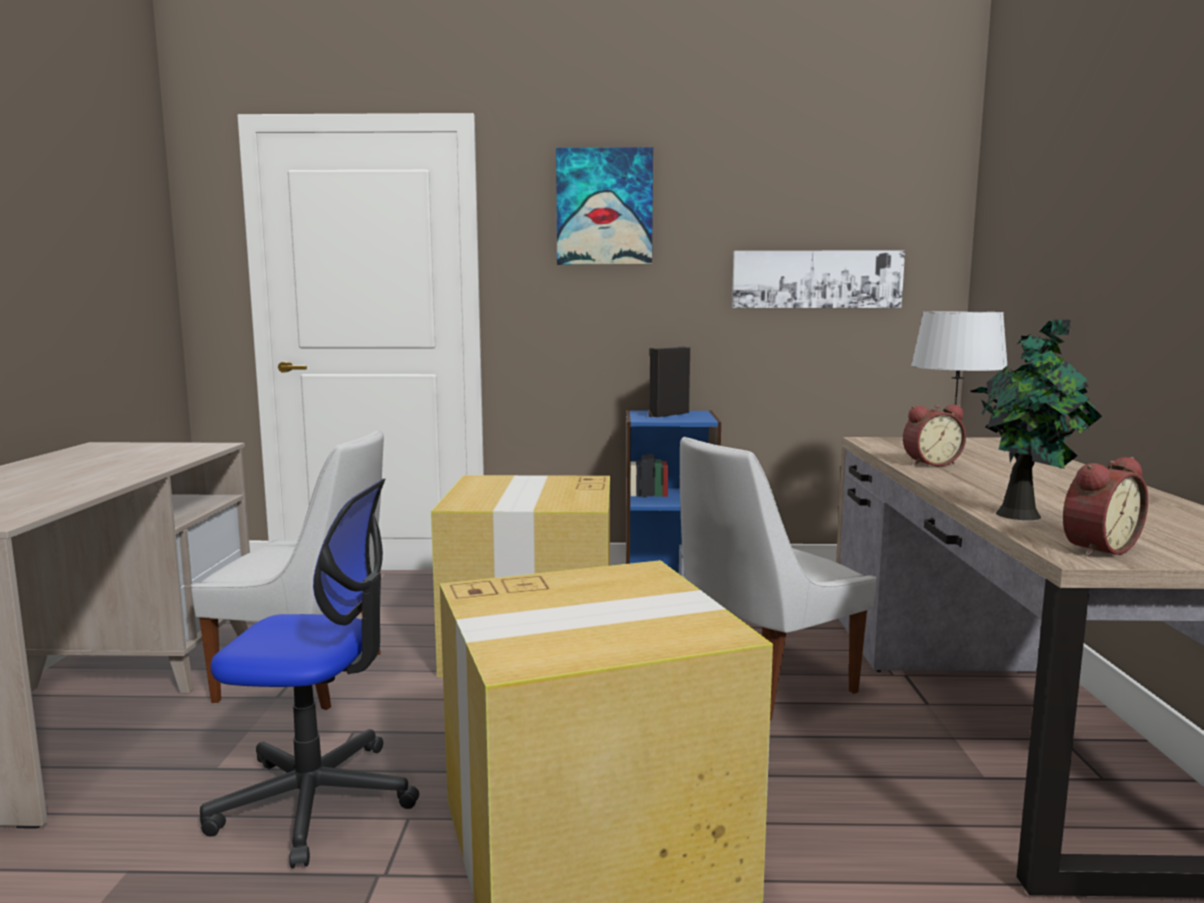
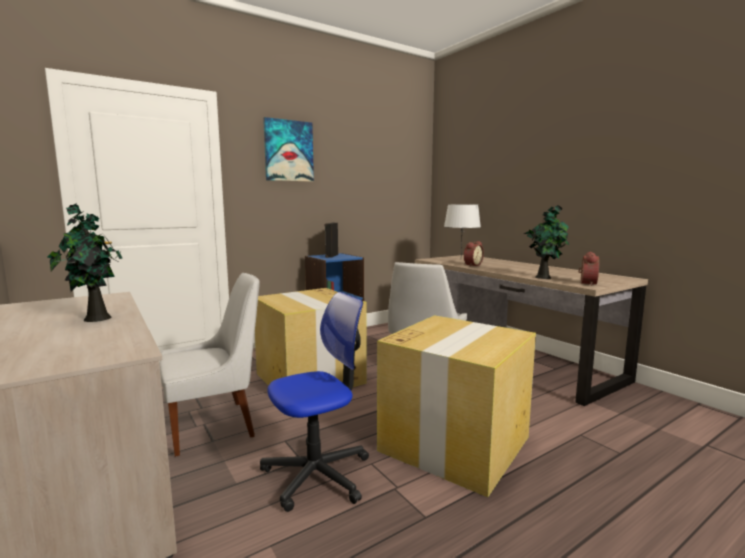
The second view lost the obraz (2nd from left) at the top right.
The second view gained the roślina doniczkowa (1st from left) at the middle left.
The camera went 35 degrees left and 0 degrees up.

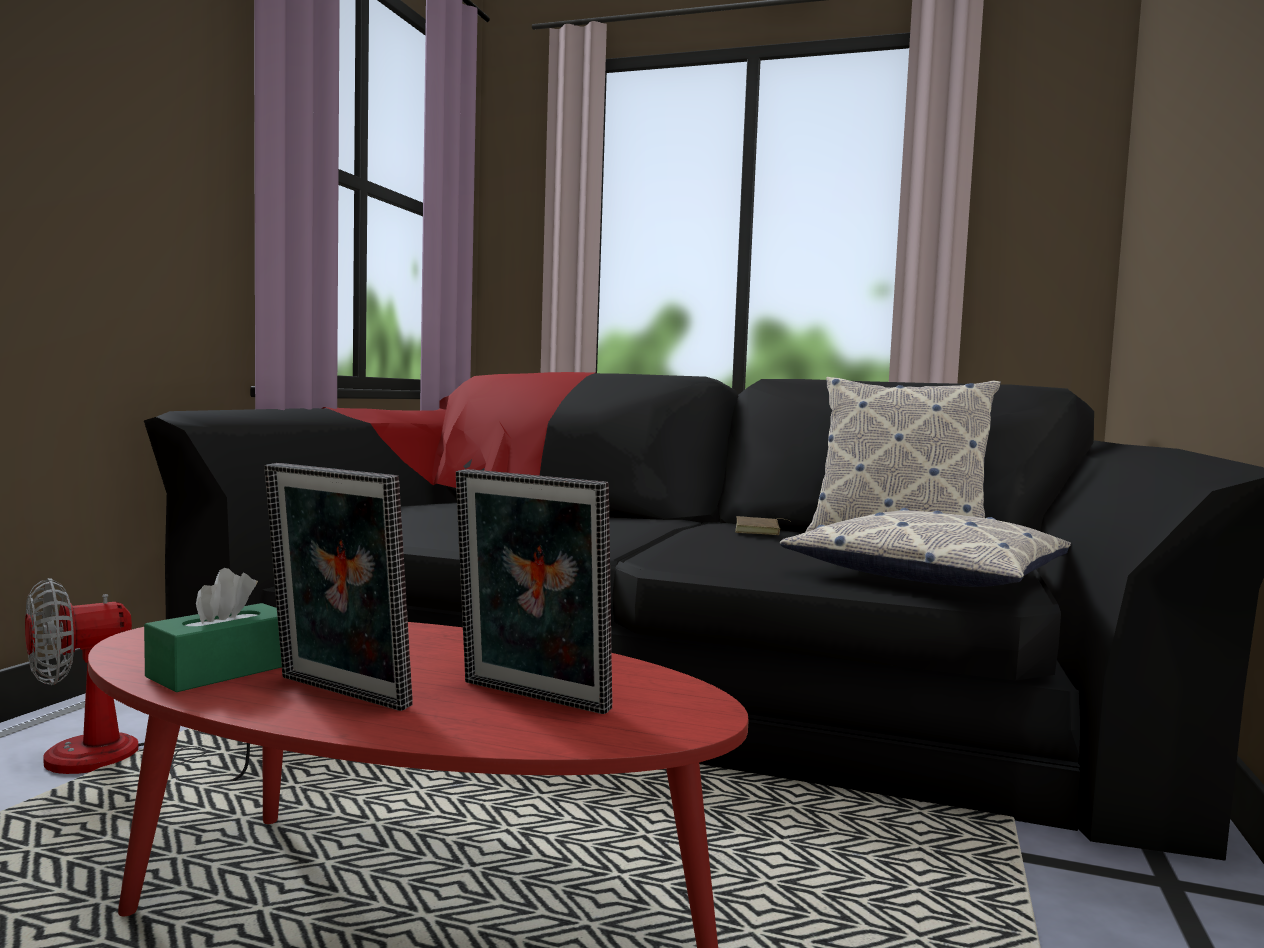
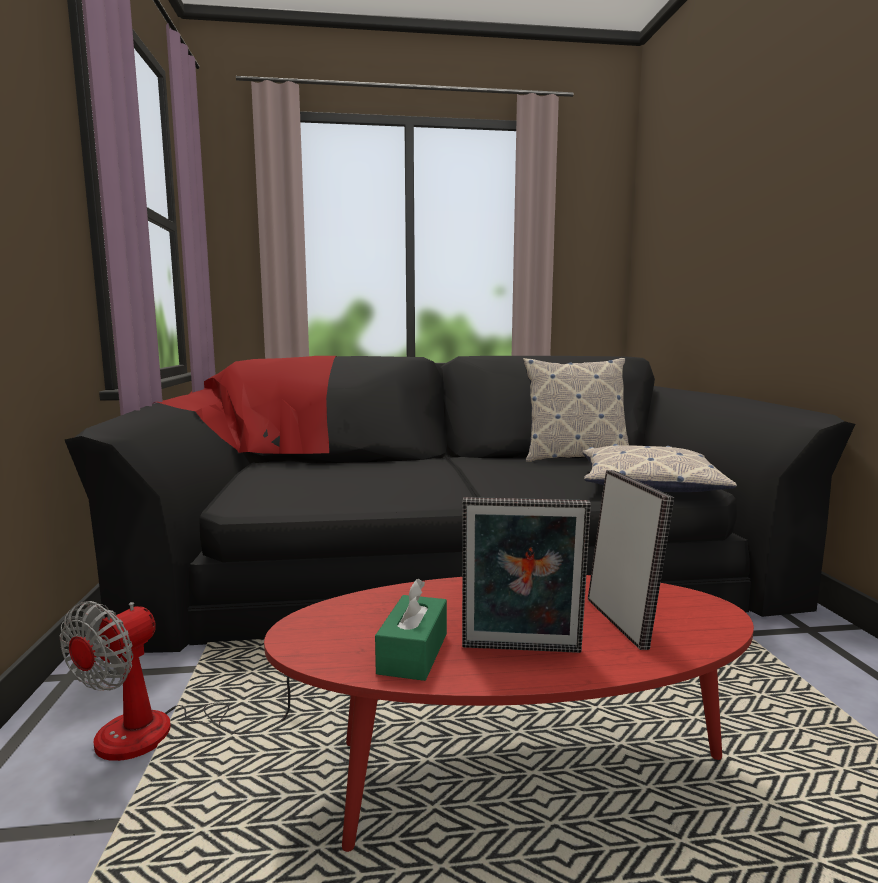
The ramka na zdjęcie (2nd from left) at the centre ended up facing another way, 105 degrees counterclockwise from before.
The second view lost the książka (brązowy) at the centre.
The camera went 25 degrees left and 5 degrees up.

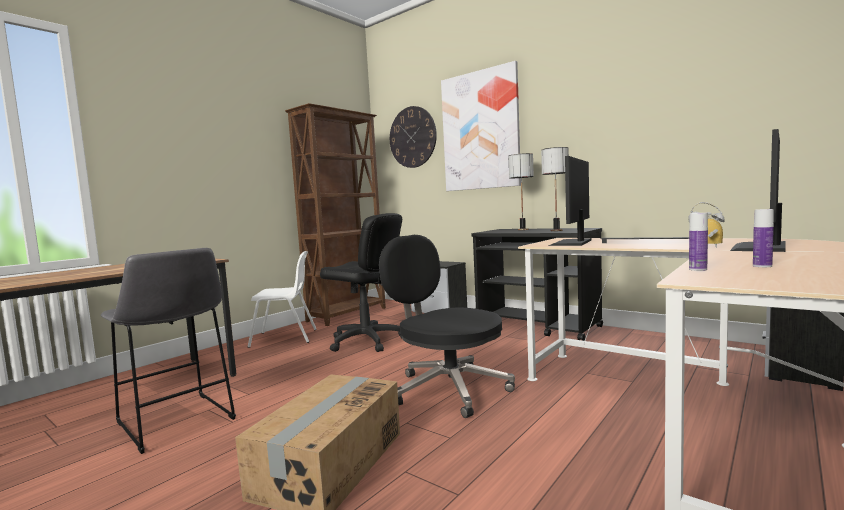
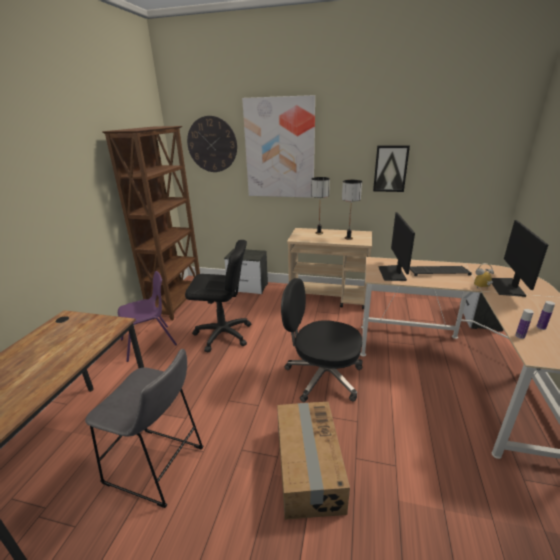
What was the wózek (czarny) at the centre turned into the wózek (beżowy) at the centre.
What was the krzesło (biały) at the centre turned into the krzesło (fioletowy) at the middle left.
The second view gained the obraz (2nd from left) at the top right.
The camera went 25 degrees left and 20 degrees up.

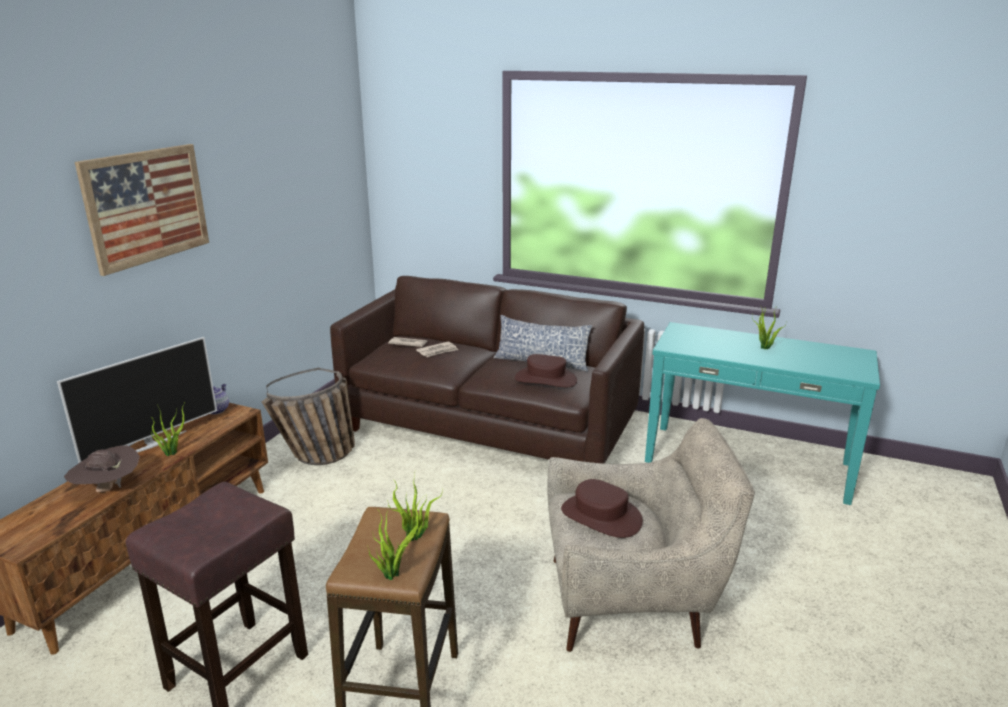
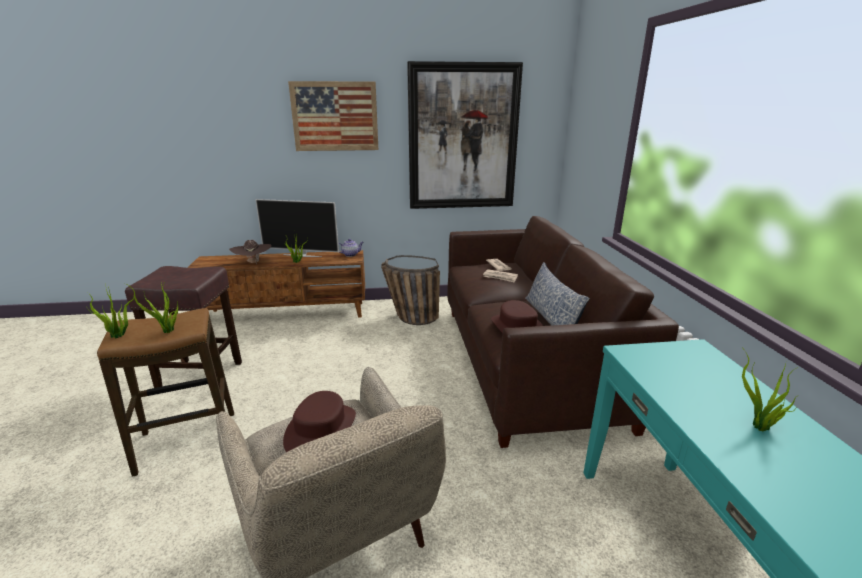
The second view gained the obraz (2nd from left) at the top centre.
The camera went 60 degrees right and 0 degrees up.

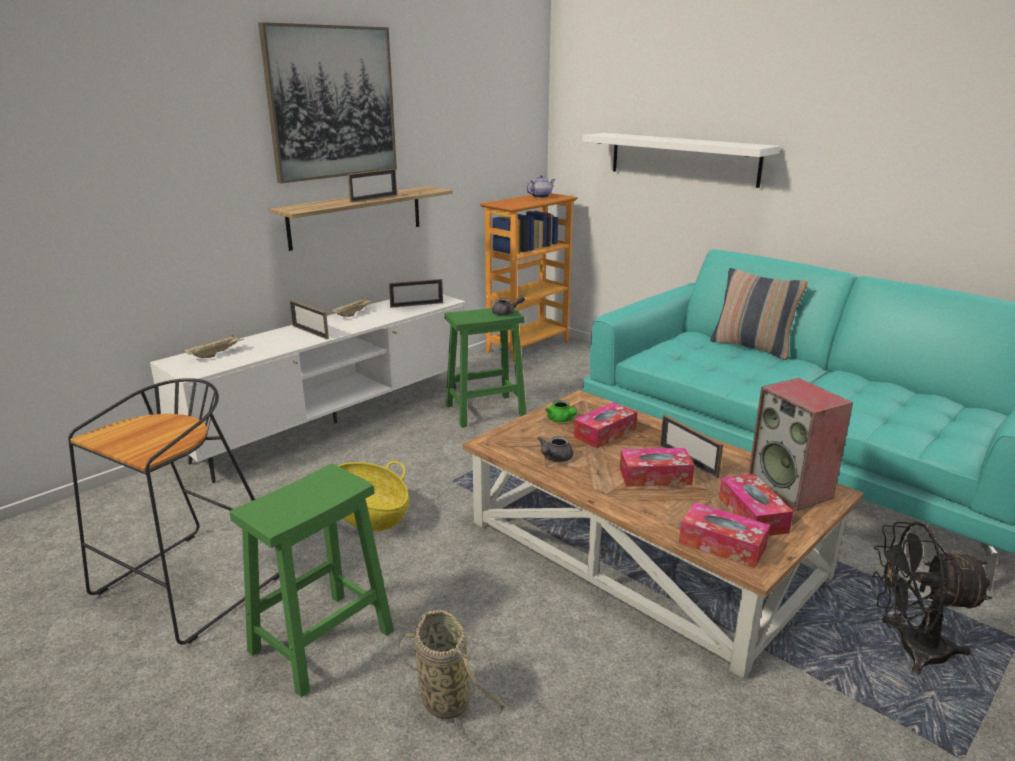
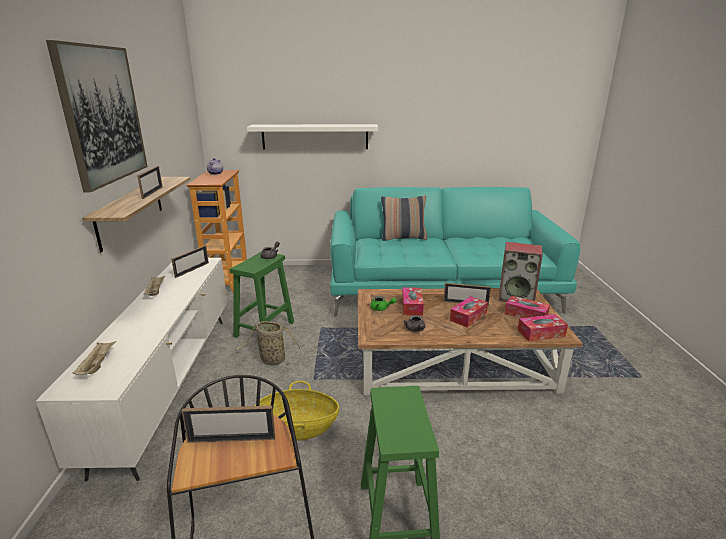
The ramka na zdjęcie (1st from left in the first image) ended up elsewhere, having gone from the middle left to the bottom left.
The second view lost the wentylator (czarny) at the bottom right.
The koszyk (2nd from left in the first image) ended up elsewhere, having gone from the bottom centre to the centre.
The camera went 45 degrees left and 0 degrees up.

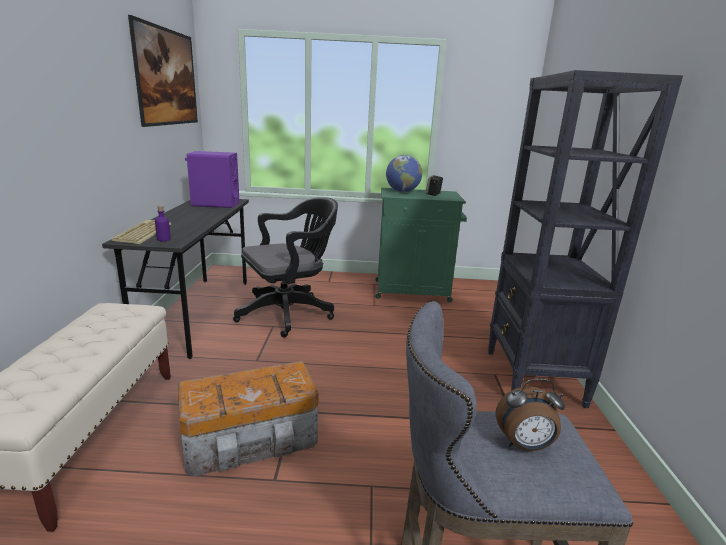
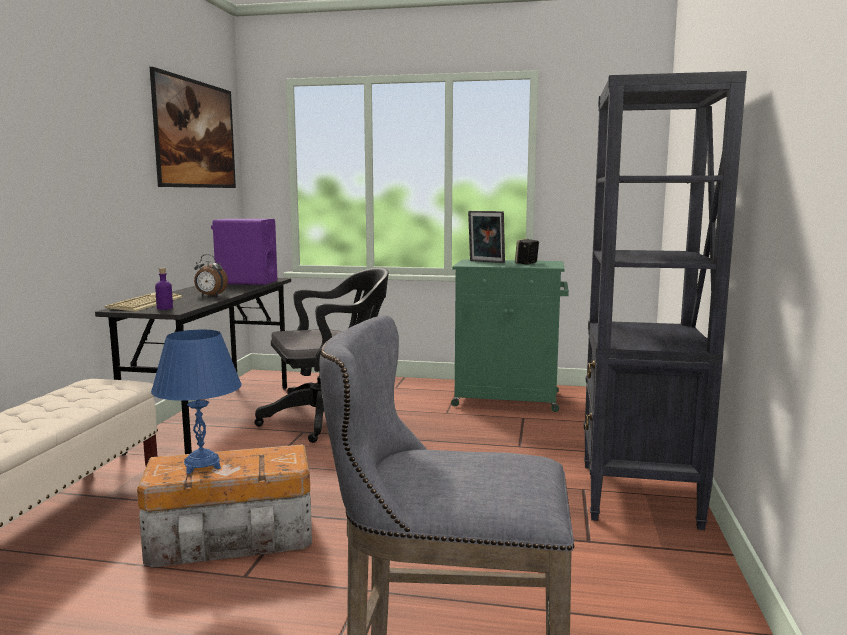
Where the globus stood at the top centre, the ramka na zdjęcie came to stand at the centre.
The budzik ended up elsewhere, having gone from the bottom right to the middle left.
The second view gained the lampa stołowa (niebieski) at the middle left.
The camera went 10 degrees right and 10 degrees down.

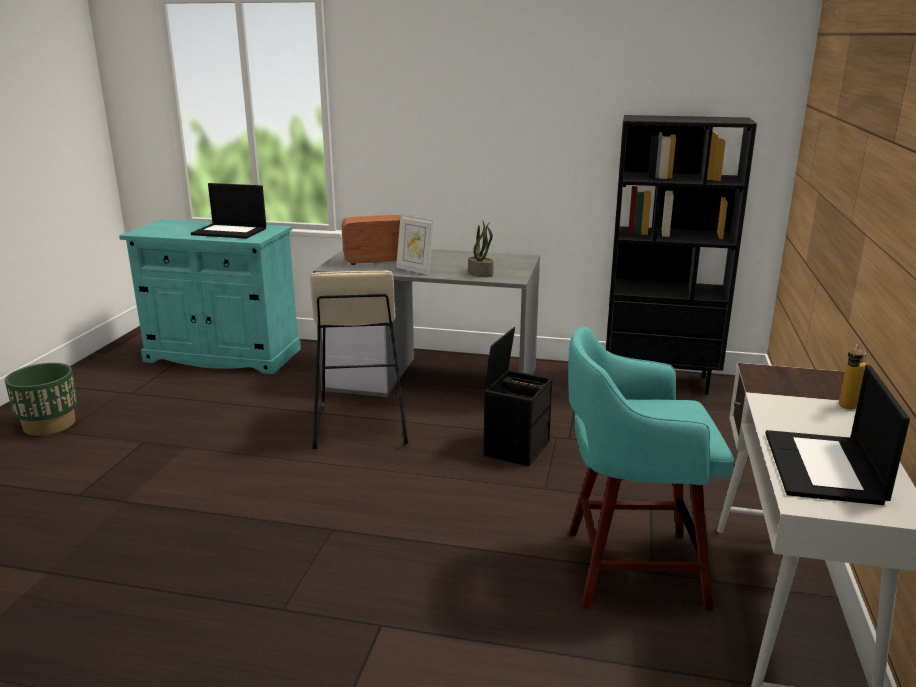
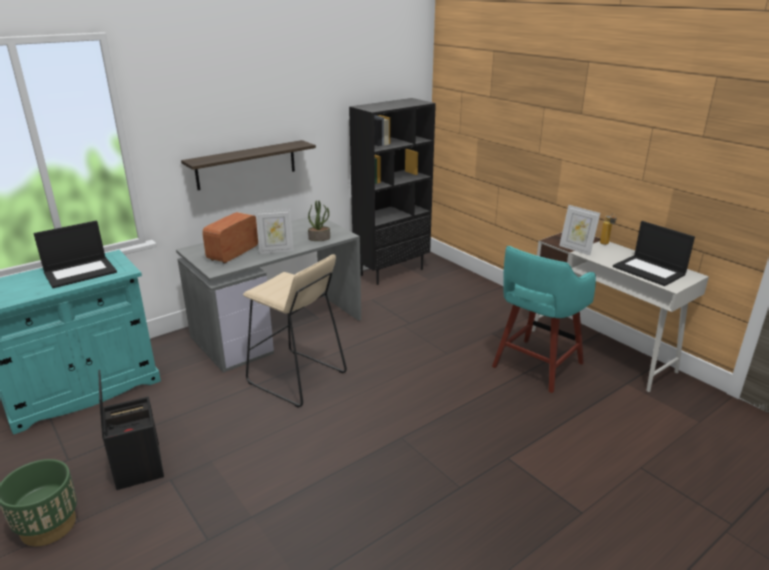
The pojemnik do przechowywania (czarny) ended up elsewhere, having gone from the centre to the bottom left.
The second view gained the półka at the top left.
The second view gained the ramka na zdjęcie (2nd from left) at the middle right.
The camera went 50 degrees left and 5 degrees up.

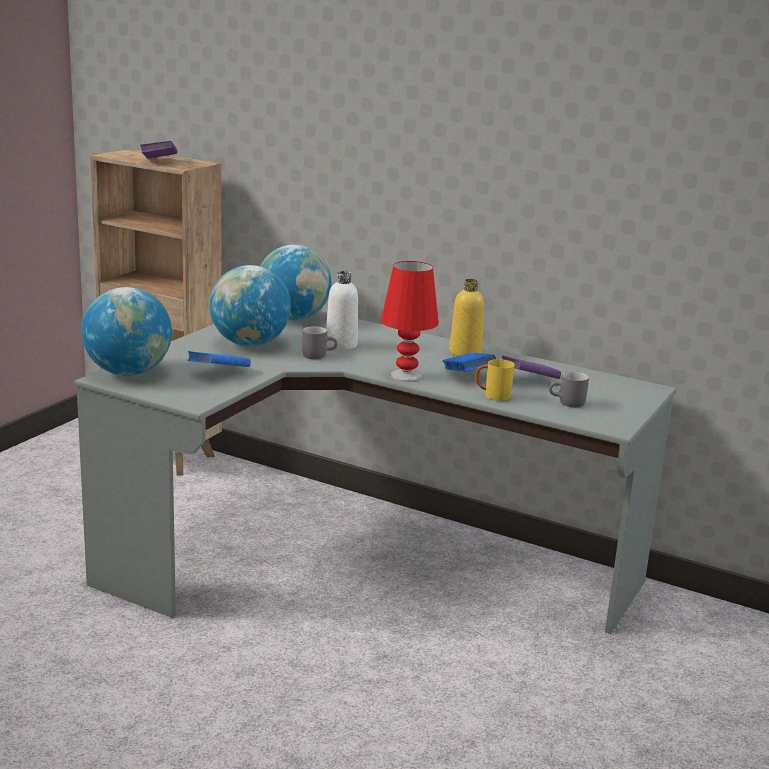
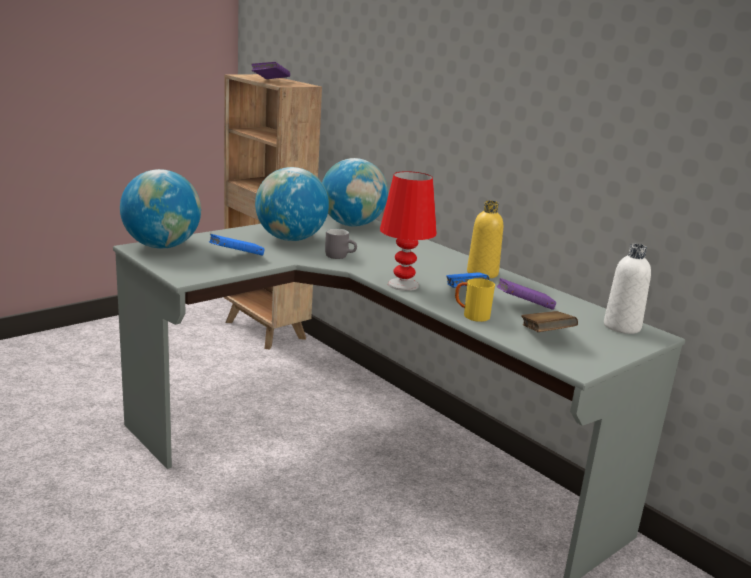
The butelka (biały) ended up elsewhere, having gone from the centre to the middle right.
Where the kubek (szary) (2nd from left) stood at the middle right, the książka (brązowy) came to stand at the middle right.
The camera went 20 degrees right and 0 degrees up.

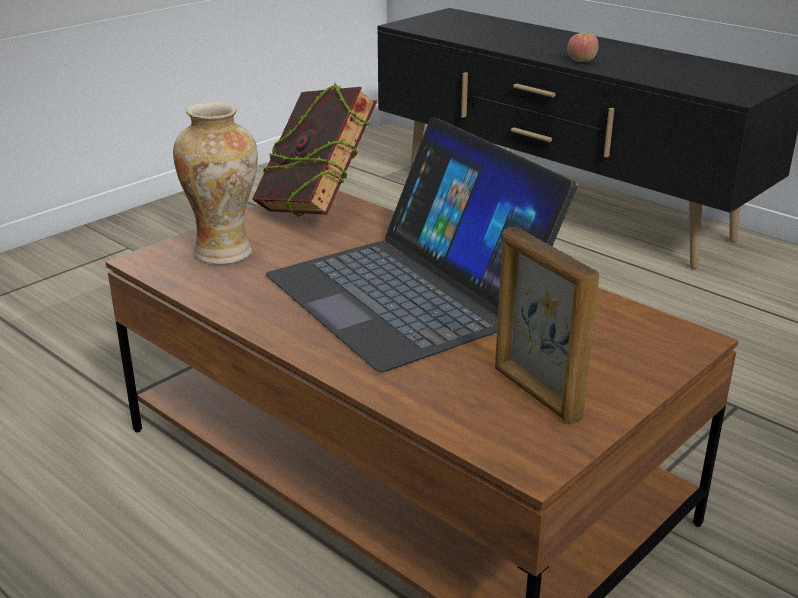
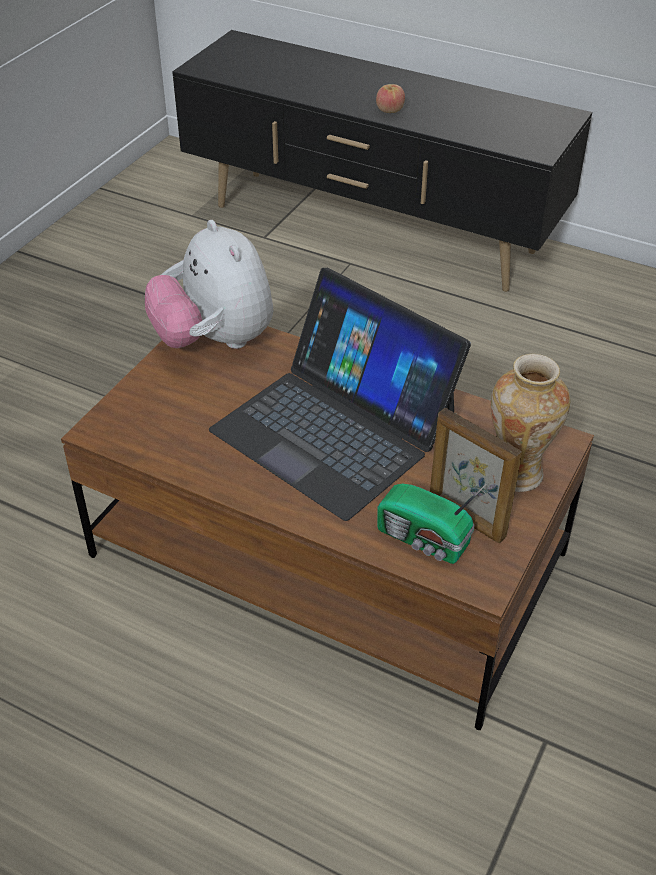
Where the książka stood at the top centre, the pluszak came to stand at the top left.
The wazon ended up elsewhere, having gone from the top left to the middle right.
The second view gained the radio at the centre.
The camera went 15 degrees left and 15 degrees up.

